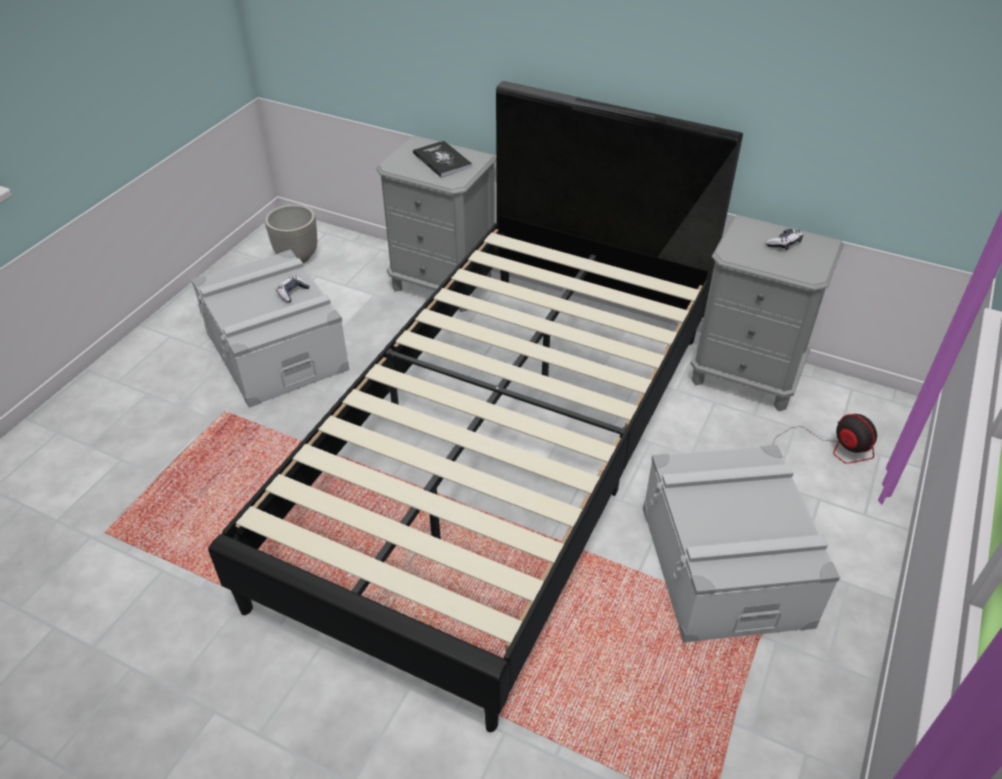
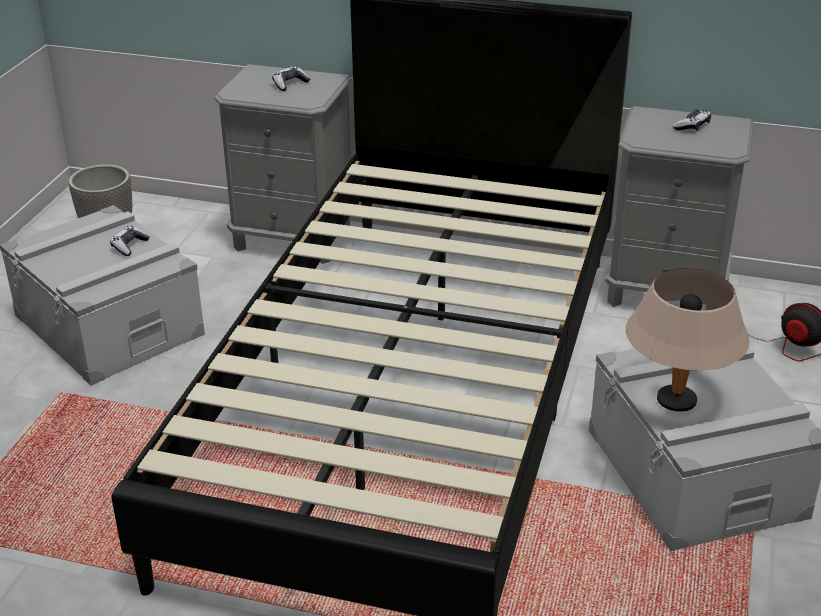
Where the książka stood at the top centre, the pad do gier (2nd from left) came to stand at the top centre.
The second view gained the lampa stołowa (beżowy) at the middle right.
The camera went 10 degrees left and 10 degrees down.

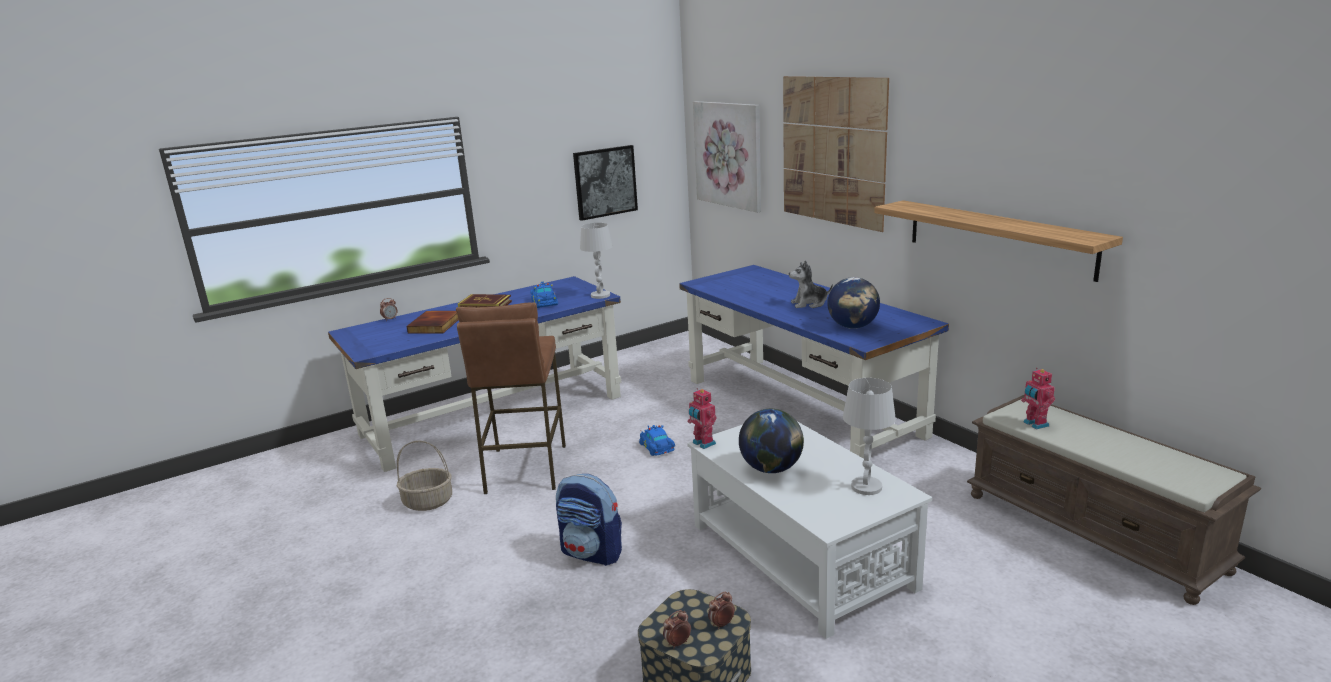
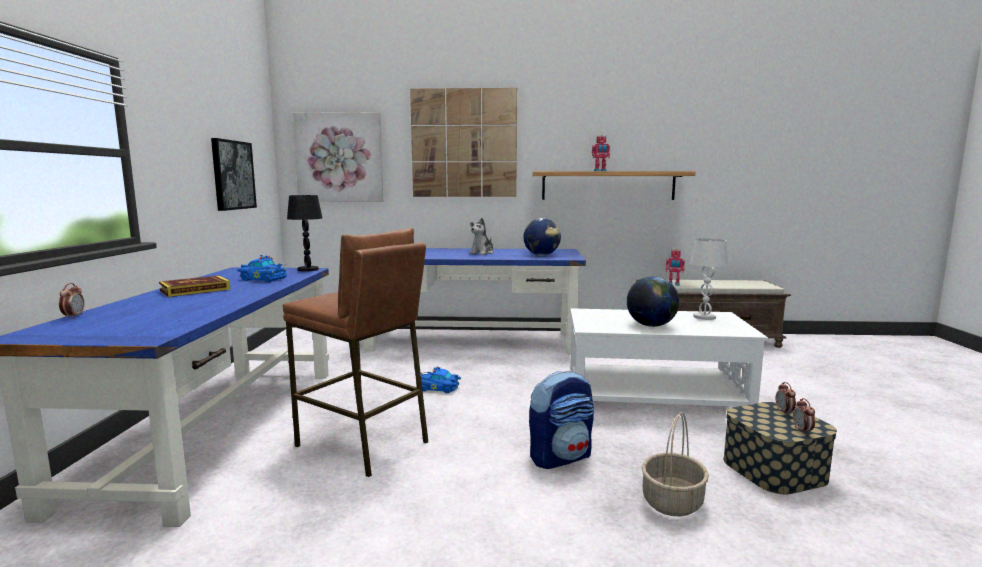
What was the lampa stołowa (biały) (1st from left) at the centre turned into the lampa stołowa (czarny) at the middle left.
The second view lost the książka (1st from left) at the middle left.
The robot zabawkowy (1st from left) ended up elsewhere, having gone from the centre to the top centre.
The koszyk ended up elsewhere, having gone from the bottom left to the bottom right.
The camera went 55 degrees left and 10 degrees down.

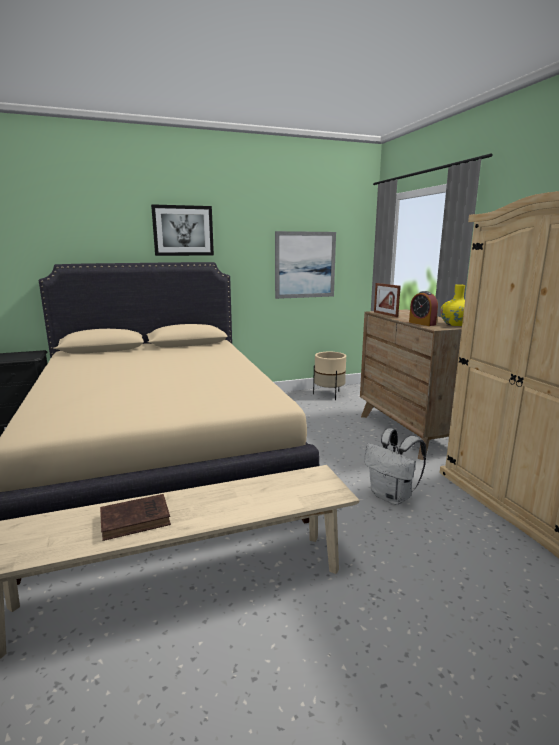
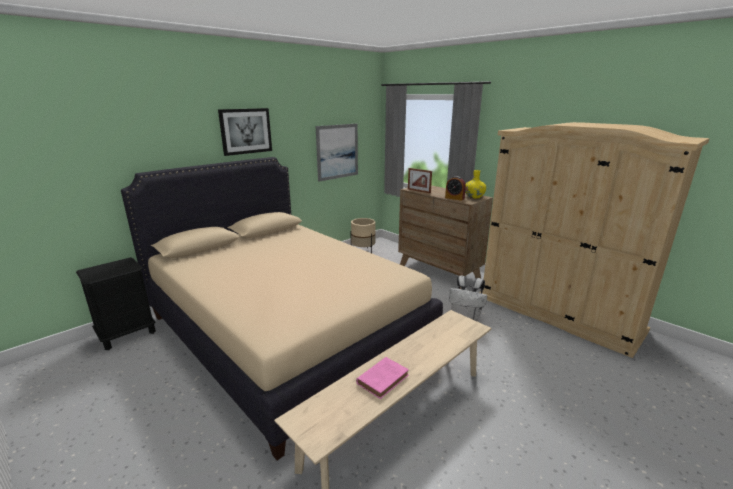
What was the książka (brązowy) at the bottom left turned into the książka (różowy) at the bottom centre.
The camera went 25 degrees left and 5 degrees up.

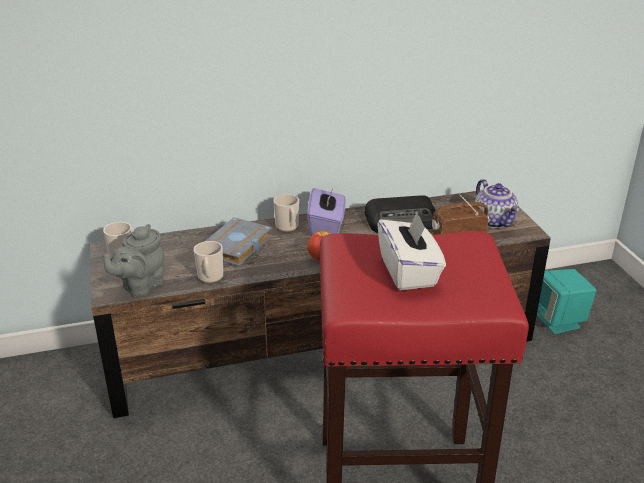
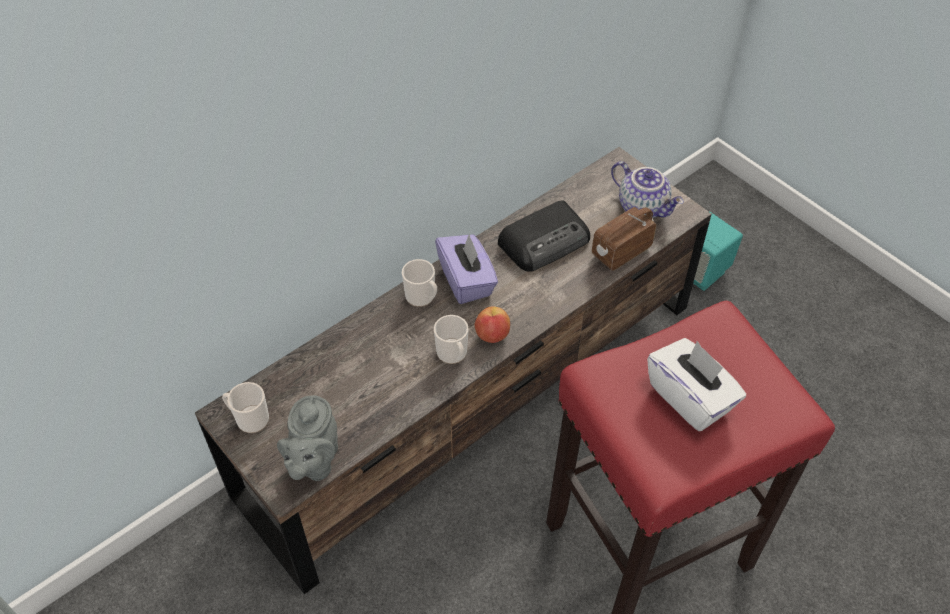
The second view lost the książka (szary) at the centre.
The kubek (2nd from left in the first image) ended up elsewhere, having gone from the middle left to the centre.
The camera went 25 degrees left and 20 degrees up.

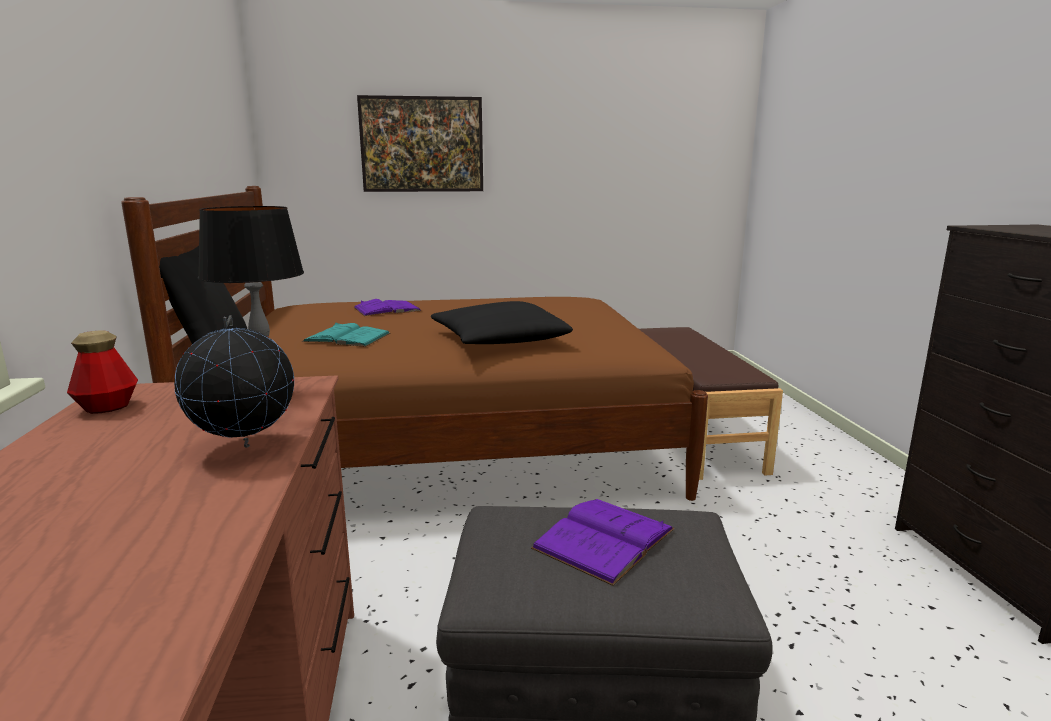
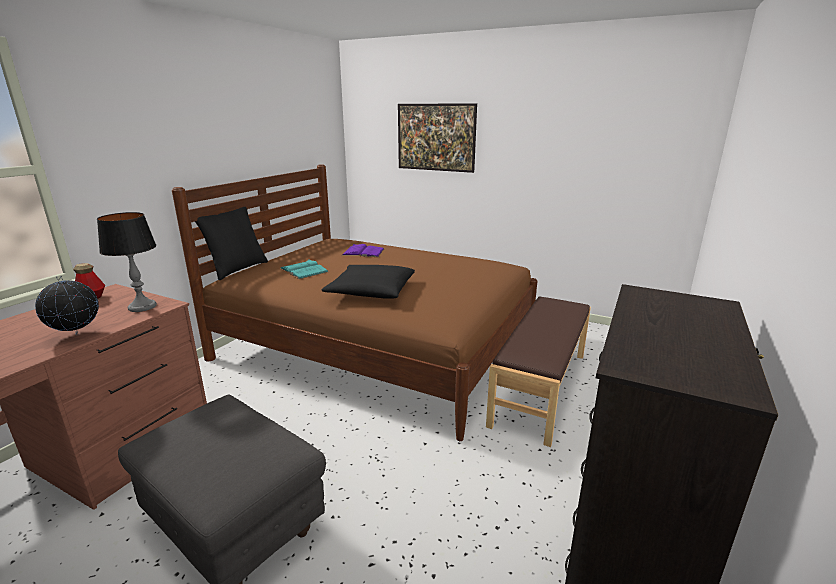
The second view lost the książka (fioletowy) (2nd from left) at the bottom centre.
The camera went 35 degrees right and 5 degrees up.

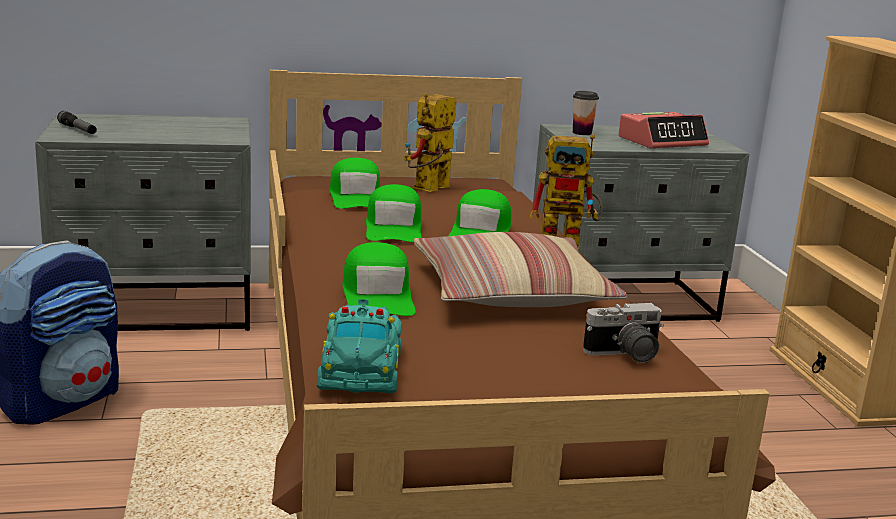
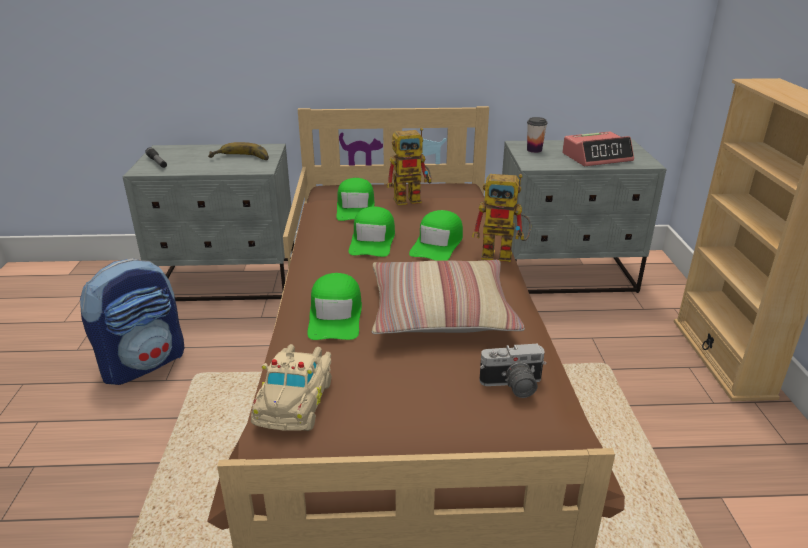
The robot zabawkowy (1st from left) at the top centre ended up facing another way, 150 degrees counterclockwise from before.
What was the samochodzik (turkusowy) at the bottom centre turned into the samochodzik (beżowy) at the bottom centre.
The second view gained the banan at the top left.
The camera went 10 degrees right and 10 degrees up.

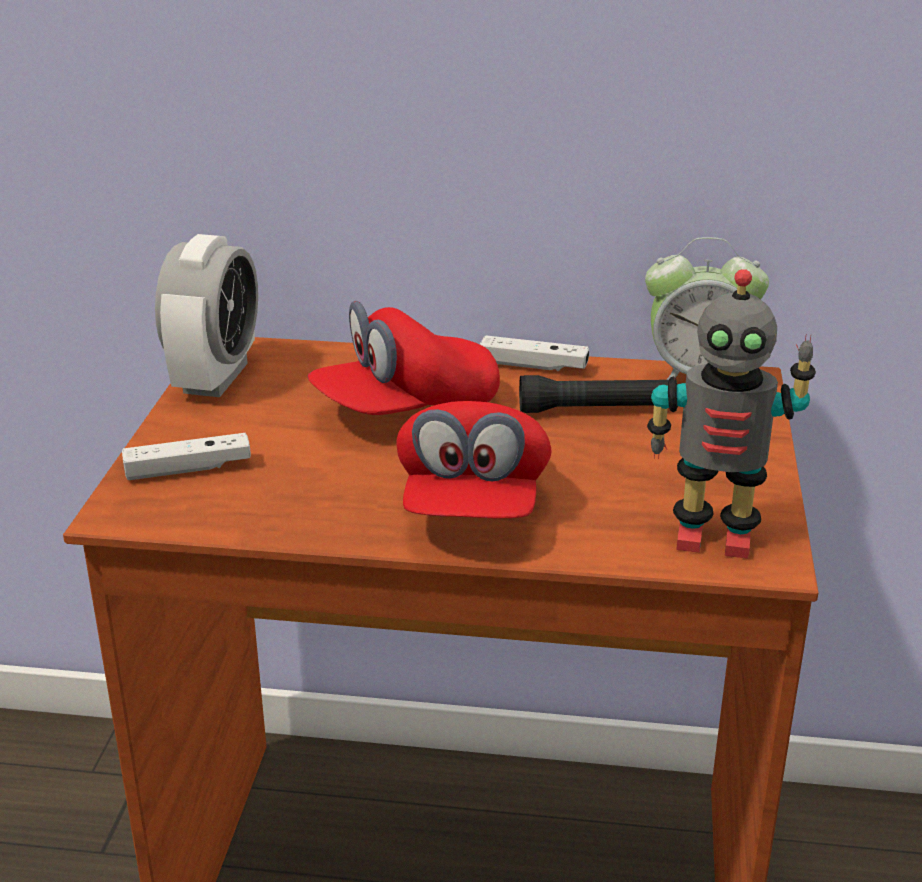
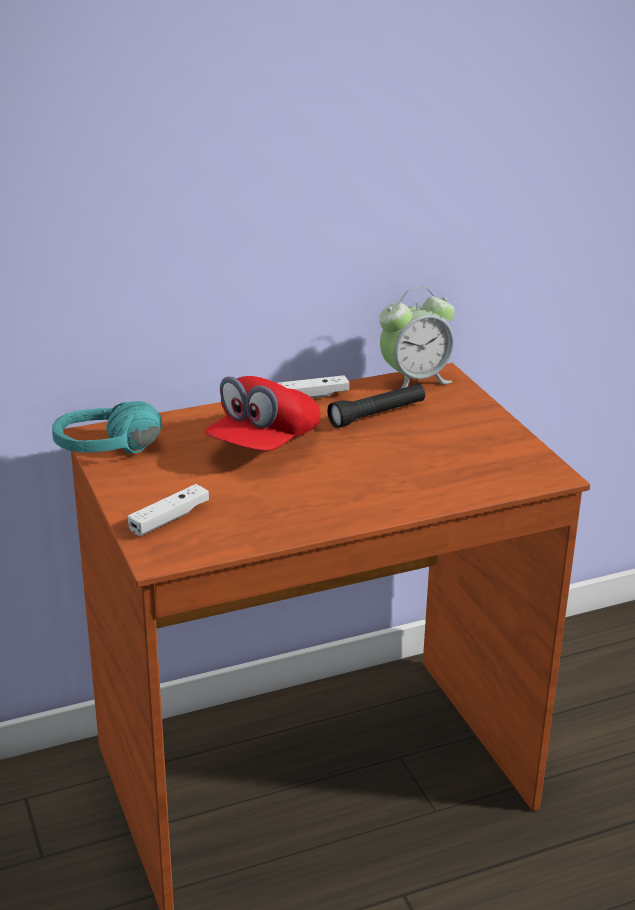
Where the budzik (1st from left) stood at the middle left, the słuchawki (turkusowy) came to stand at the middle left.
The second view lost the robot zabawkowy at the middle right.
The second view lost the czapka z daszkiem (czerwony) (2nd from left) at the centre.
The camera went 30 degrees left and 0 degrees up.

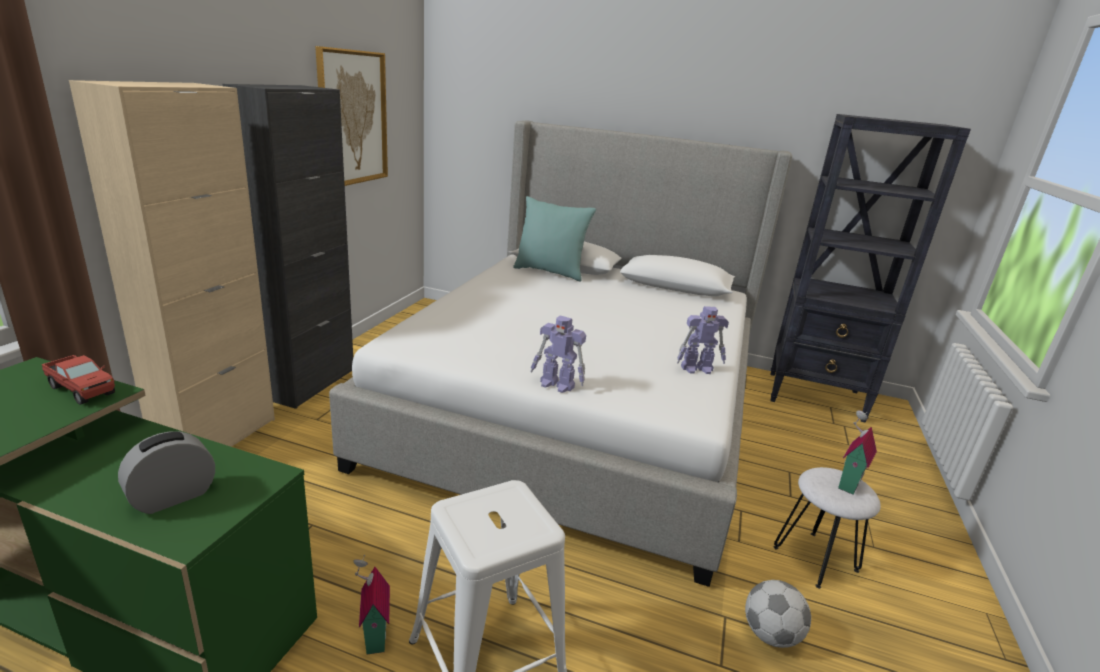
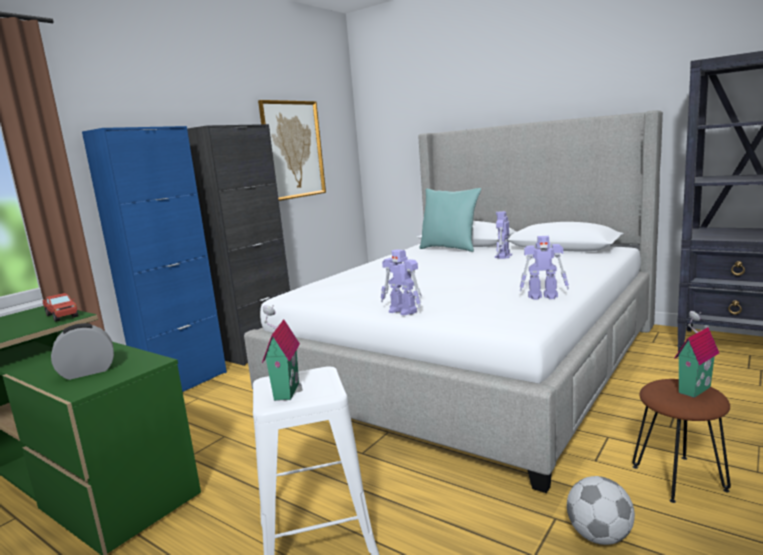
What was the szafka (beżowy) at the middle left turned into the szafka (niebieski) at the middle left.
What was the stołek (biały) (2nd from left) at the bottom right turned into the stołek (brązowy) at the bottom right.
The domek (1st from left) ended up elsewhere, having gone from the bottom centre to the centre.
The second view gained the robot zabawkowy (2nd from left) at the centre.
The camera went 20 degrees right and 10 degrees down.

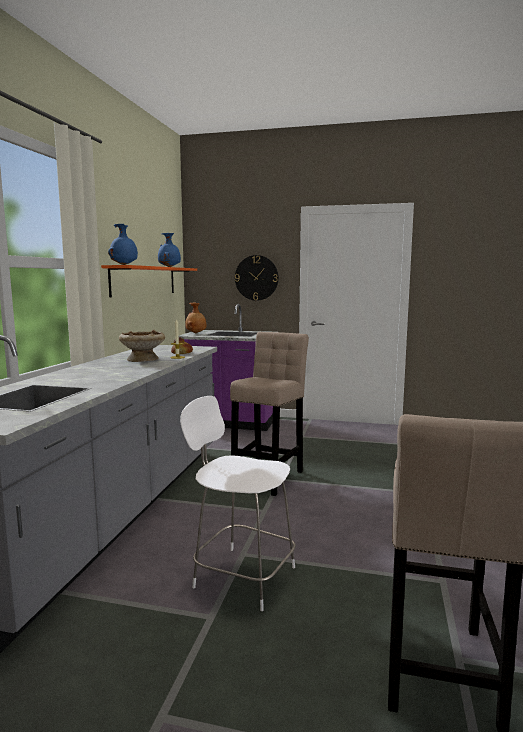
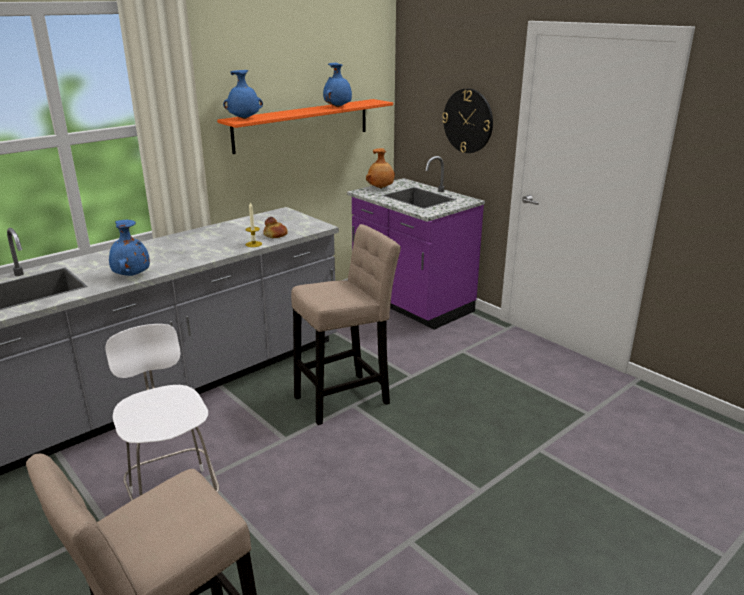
The second view lost the miska (beżowy) at the middle left.
The second view gained the wazon (niebieski) (1st from left) at the middle left.
The camera went 35 degrees right and 15 degrees up.

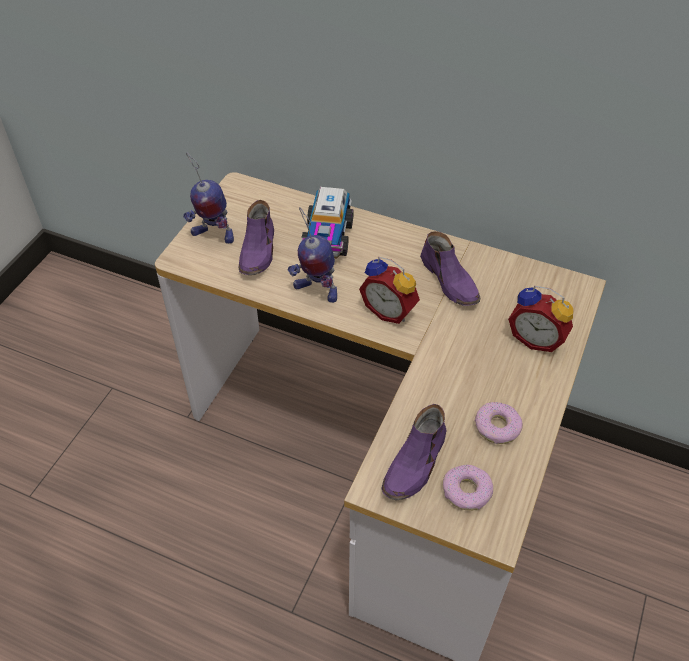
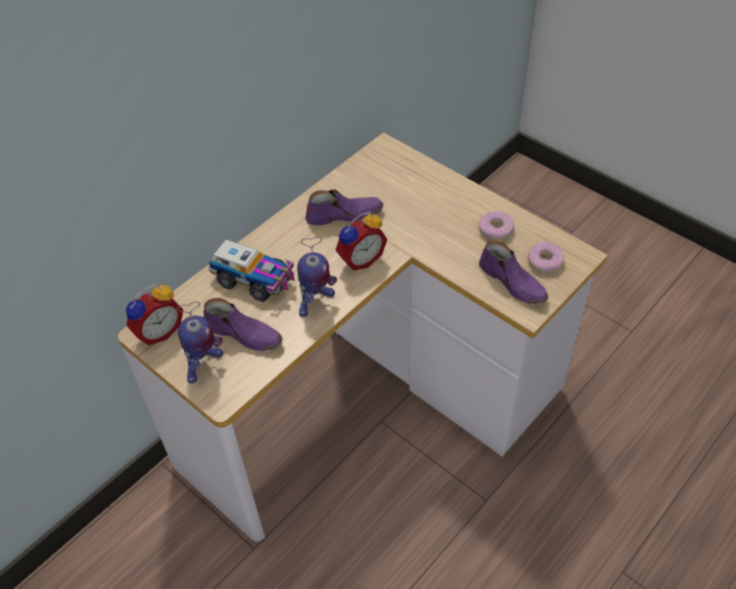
The budzik (2nd from left in the first image) ended up elsewhere, having gone from the middle right to the middle left.
The camera went 70 degrees left and 0 degrees up.

